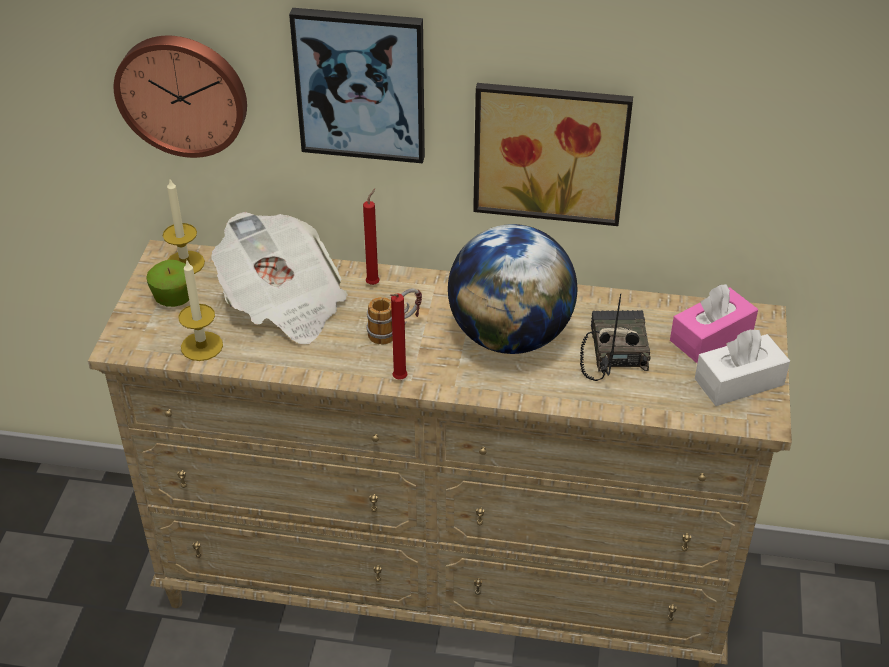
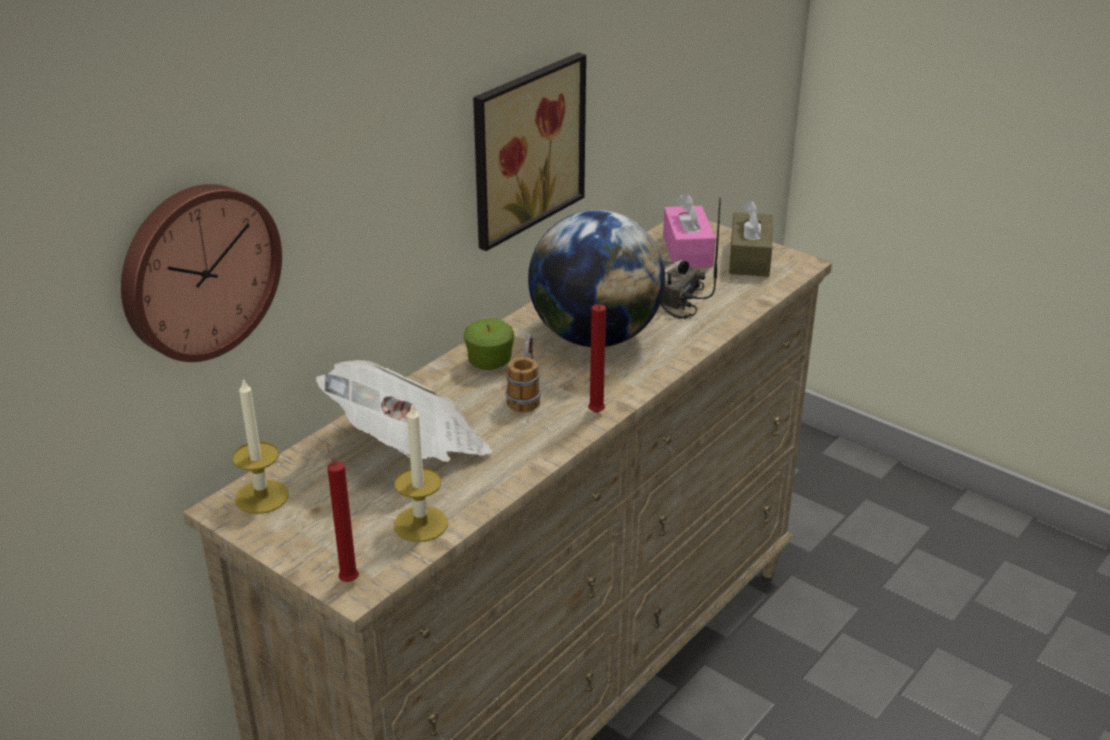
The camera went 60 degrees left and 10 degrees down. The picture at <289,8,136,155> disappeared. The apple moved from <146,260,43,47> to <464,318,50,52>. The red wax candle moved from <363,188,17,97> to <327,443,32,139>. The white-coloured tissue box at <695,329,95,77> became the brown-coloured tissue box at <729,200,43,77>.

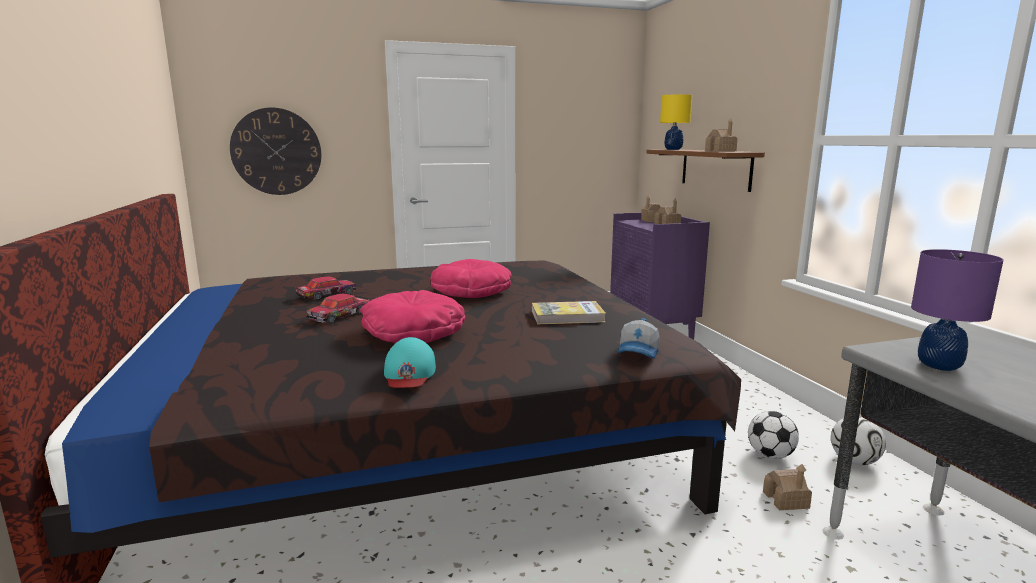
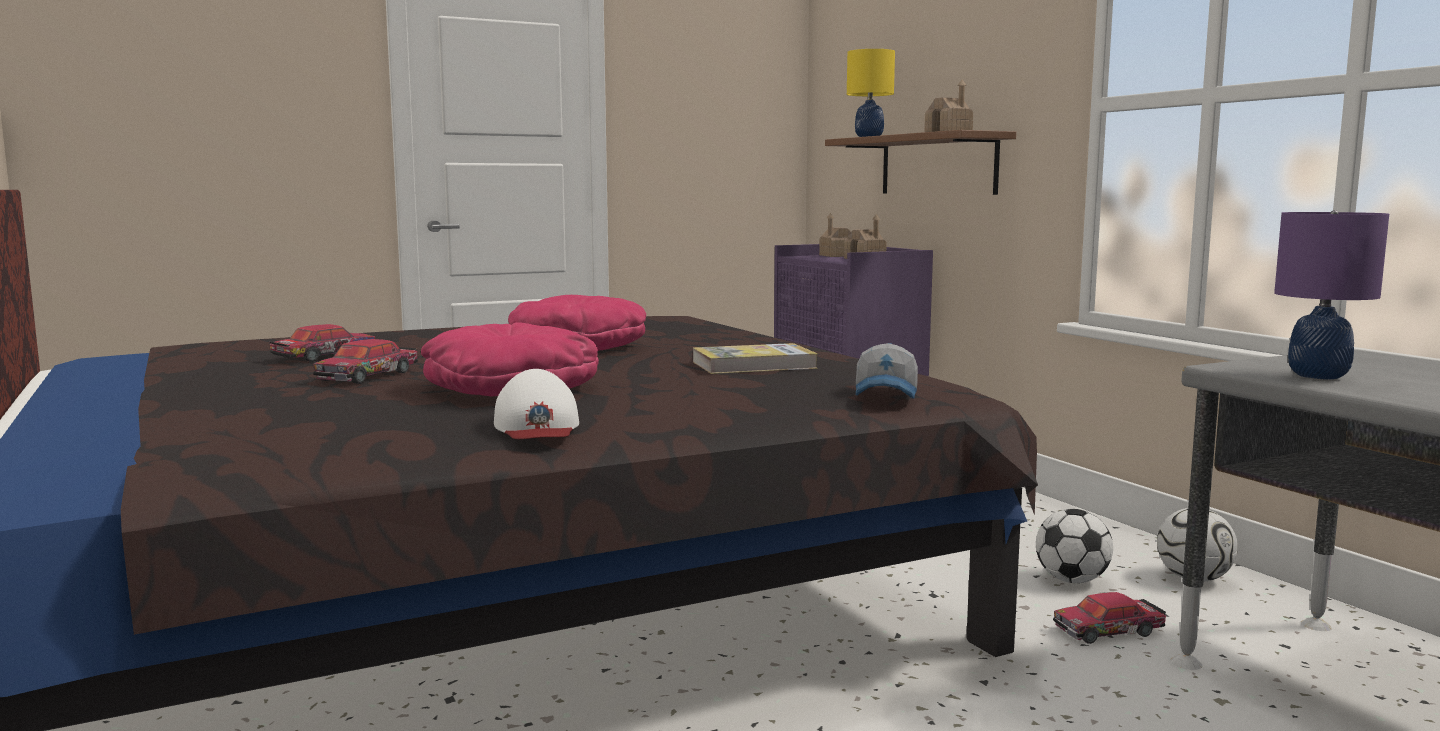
The camera went 10 degrees left and 5 degrees down. The wall clock at <230,108,91,87> disappeared. The model house at <763,464,49,46> was replaced by the miniature car at <1053,592,113,52>. The turquoise baseball cap at <384,337,52,51> became the white-coloured baseball cap at <494,369,85,70>.

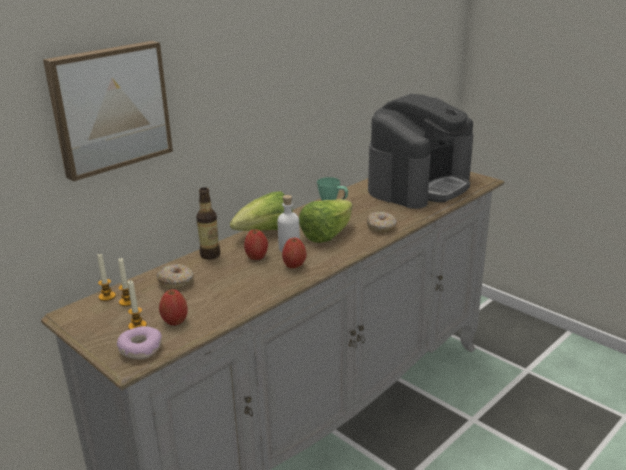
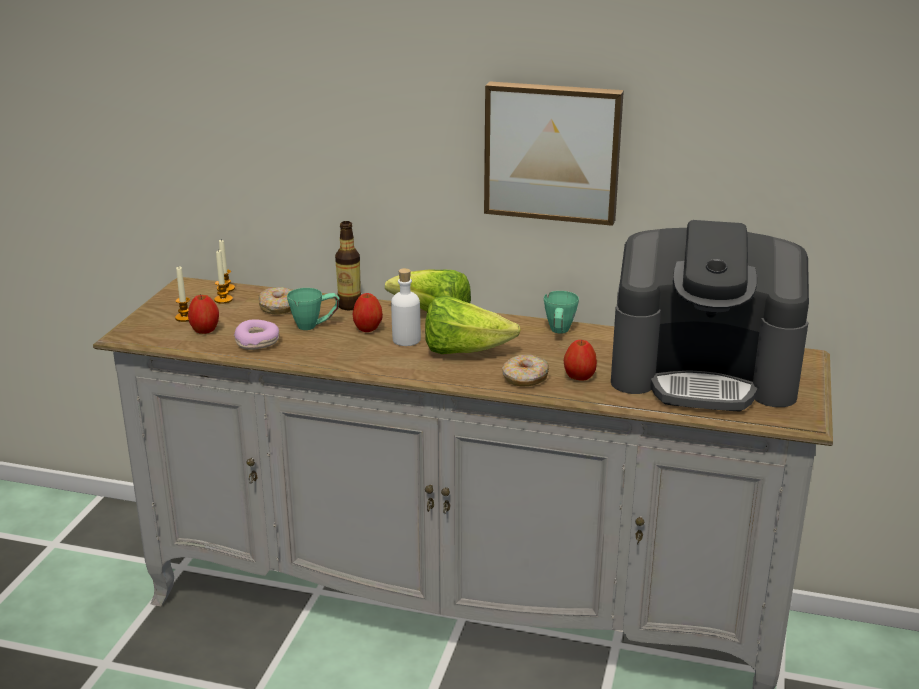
The camera went 60 degrees right and 0 degrees up. The green-coloured mug at <287,288,52,42> appeared. The picture moved from <43,41,130,141> to <484,81,140,145>. The donut moved from <117,326,45,33> to <234,319,45,31>. The apple moved from <282,238,25,30> to <564,340,33,41>.

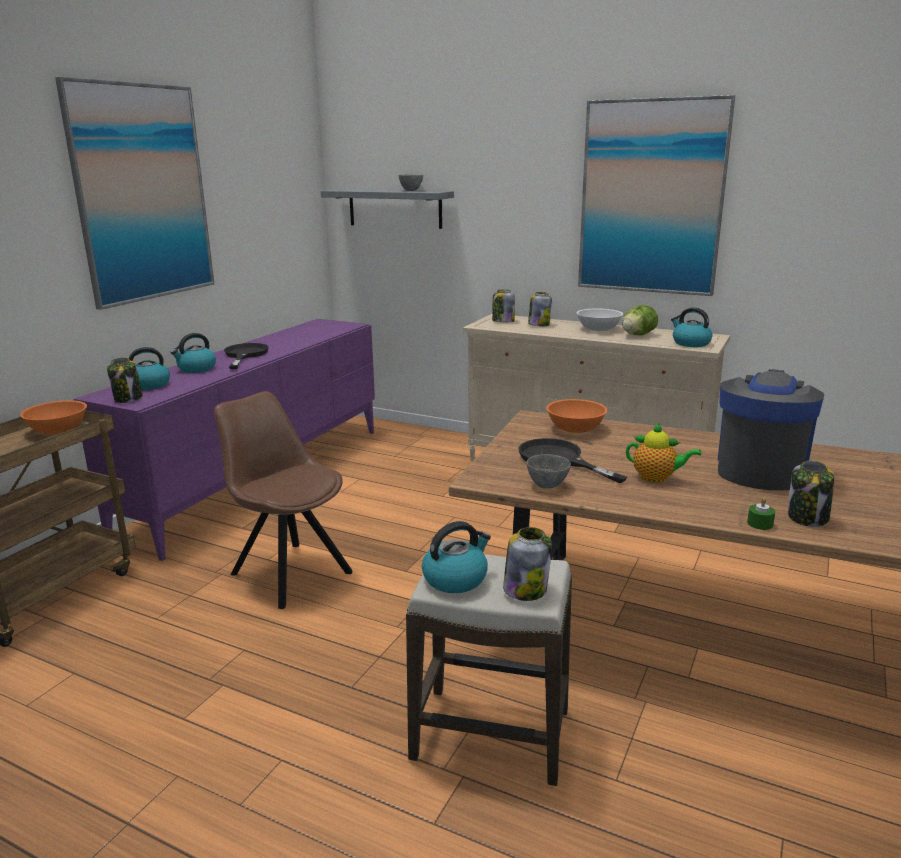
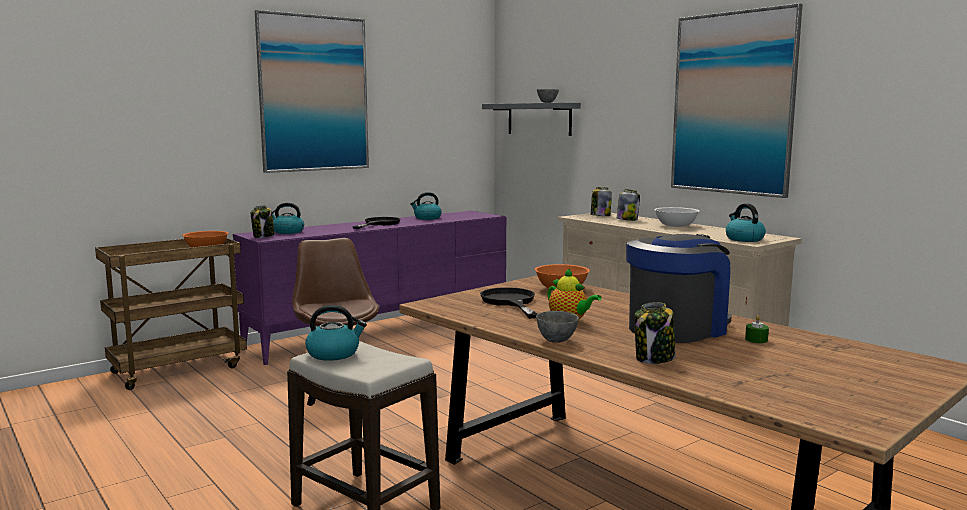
The camera went 25 degrees right and 10 degrees down. The storage jar at <503,527,49,74> disappeared. The lettuce at <622,305,36,30> disappeared. The kettle moved from <170,333,46,40> to <410,192,32,28>. The greyish serving bowl moved from <527,454,44,35> to <536,311,43,32>. The green-coloured wax candle moved from <747,498,29,32> to <745,315,24,28>.

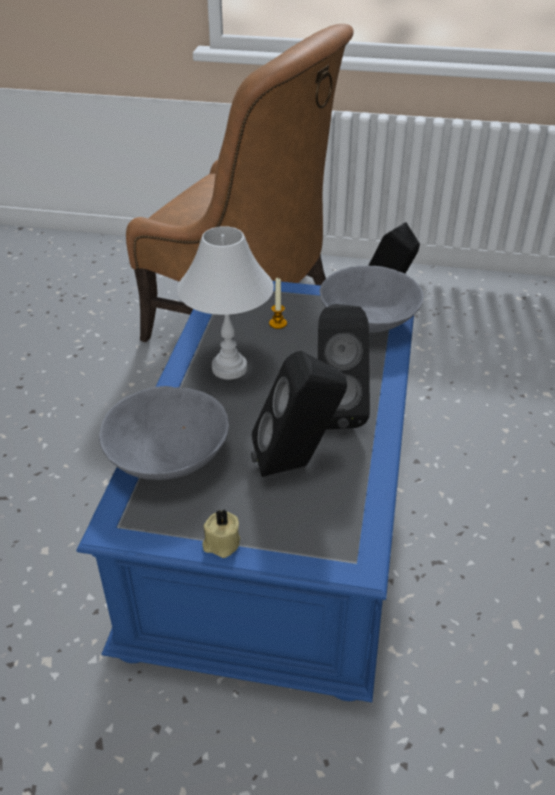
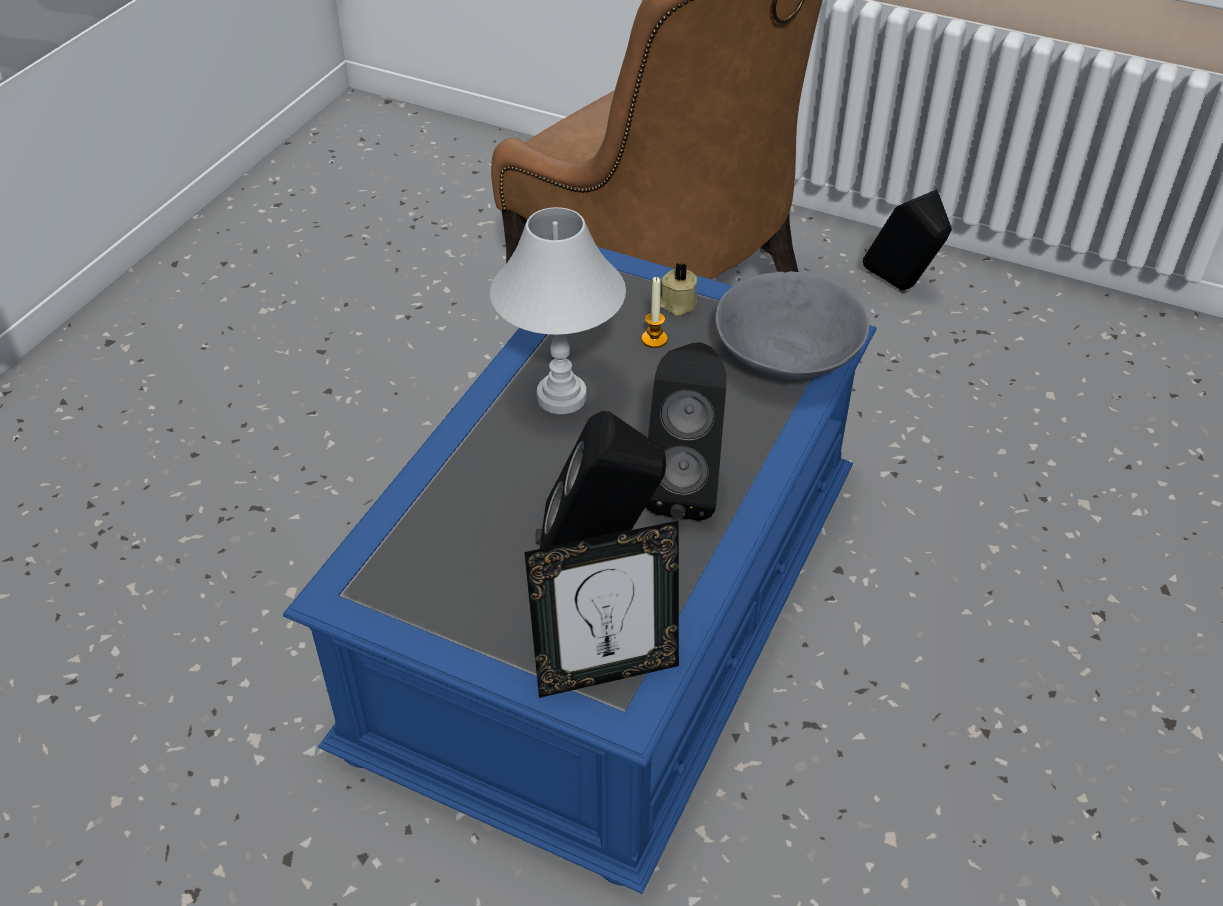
The camera went 15 degrees right and 5 degrees up. The greyish serving bowl at <99,386,130,94> disappeared. The standing frame at <524,520,155,178> appeared. The sand-coloured wax candle moved from <202,509,38,49> to <660,263,37,53>.

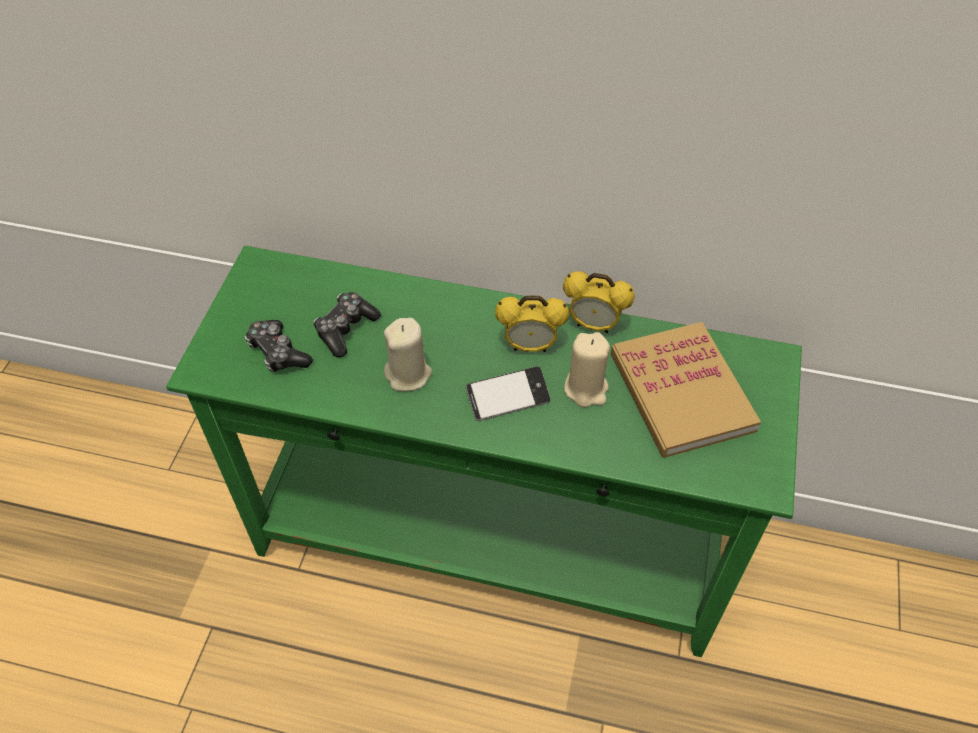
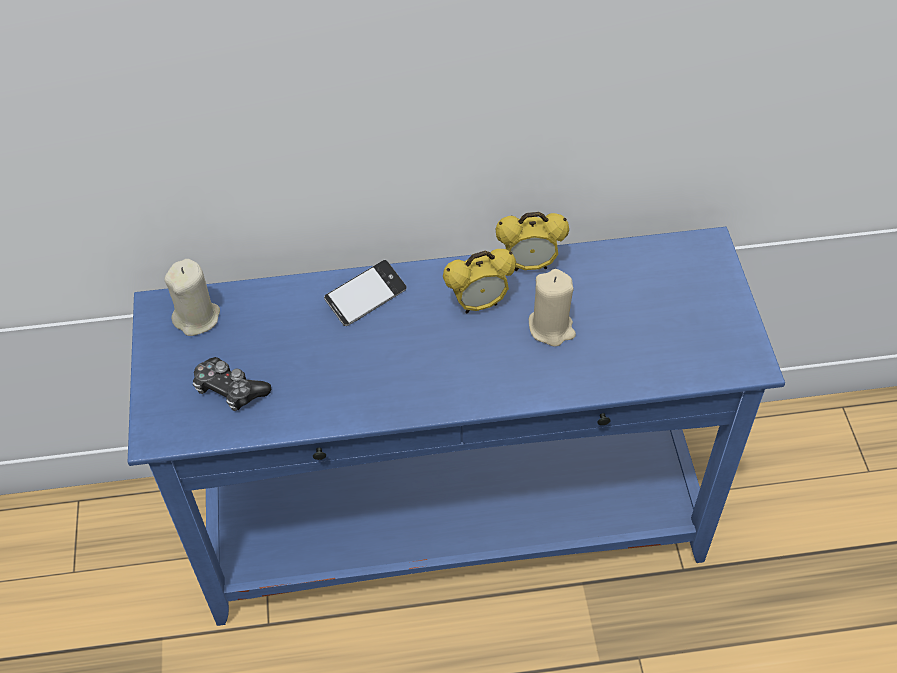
The camera went 20 degrees left and 0 degrees up. The gamepad at <313,292,68,65> disappeared. The volume at <611,322,150,136> disappeared. The sand-coloured wax candle moved from <384,318,48,73> to <164,259,56,77>. The phone moved from <466,366,85,55> to <324,260,83,66>. The green-coloured hall table at <166,246,636,411> became the blue-coloured hall table at <128,227,657,399>.

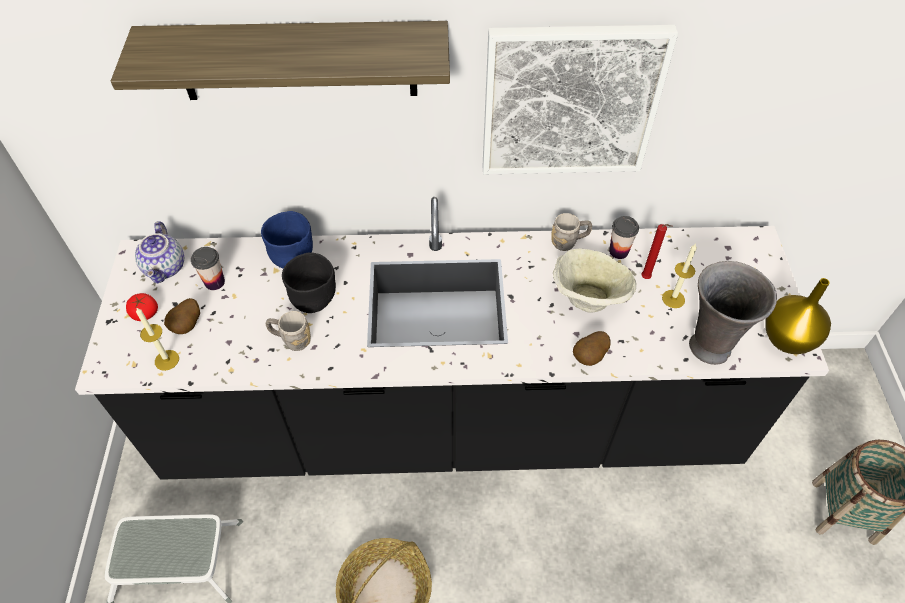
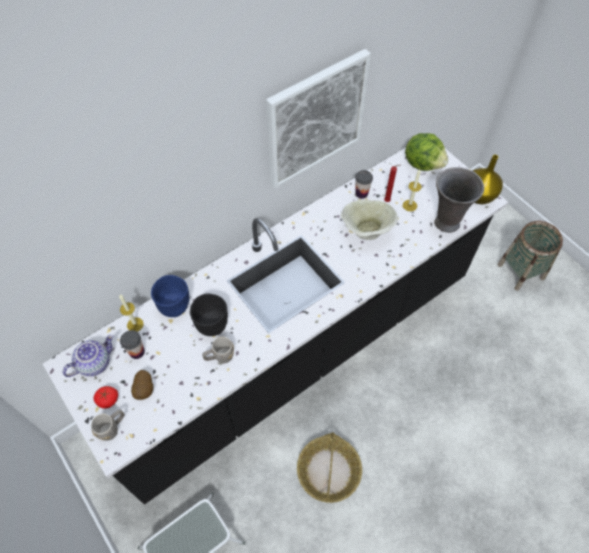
The camera went 35 degrees left and 5 degrees up. The bracket shelf at <111,21,339,79> disappeared. The potato at <573,331,38,35> disappeared. The lettuce at <405,133,43,38> appeared. The wax candle moved from <136,307,43,64> to <119,295,25,37>. The greyish mug moved from <551,213,41,38> to <91,410,33,31>. The pot for tea at <135,221,49,62> turned 90 degrees counterclockwise.

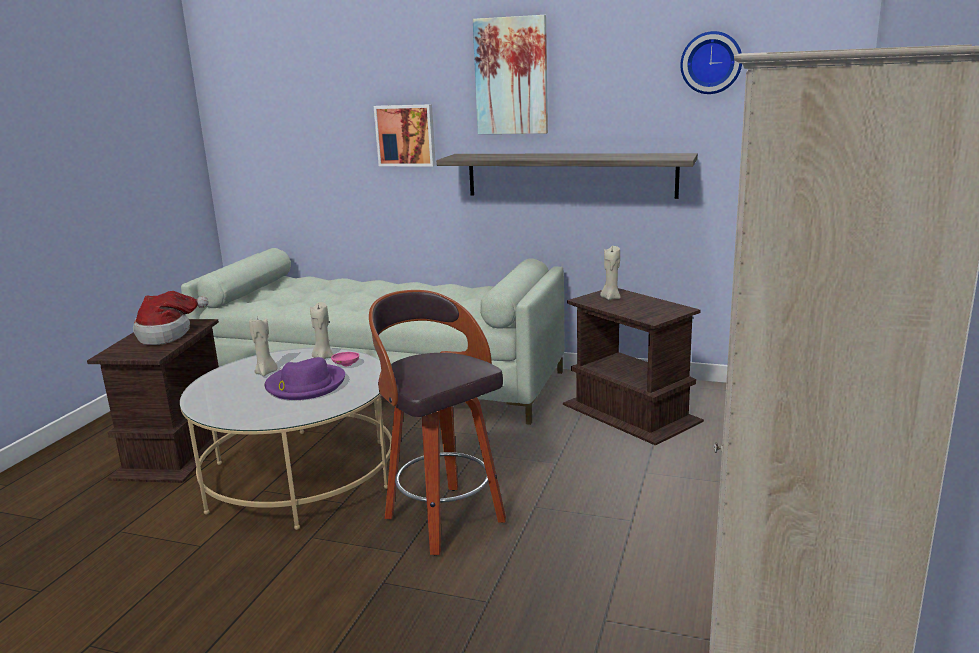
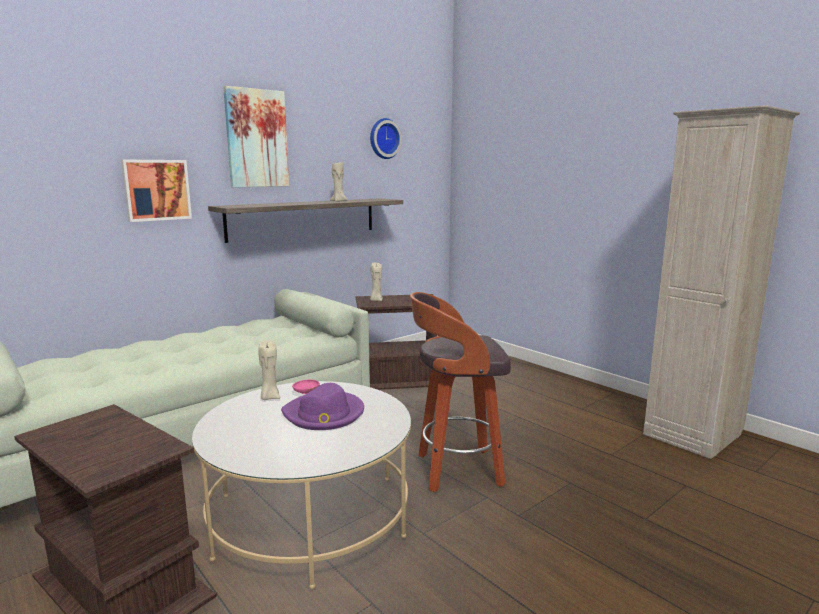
The camera went 60 degrees left and 5 degrees down. The clothing hat at <133,291,75,54> disappeared. The sand-coloured wax candle moved from <249,316,29,60> to <330,161,17,41>.

